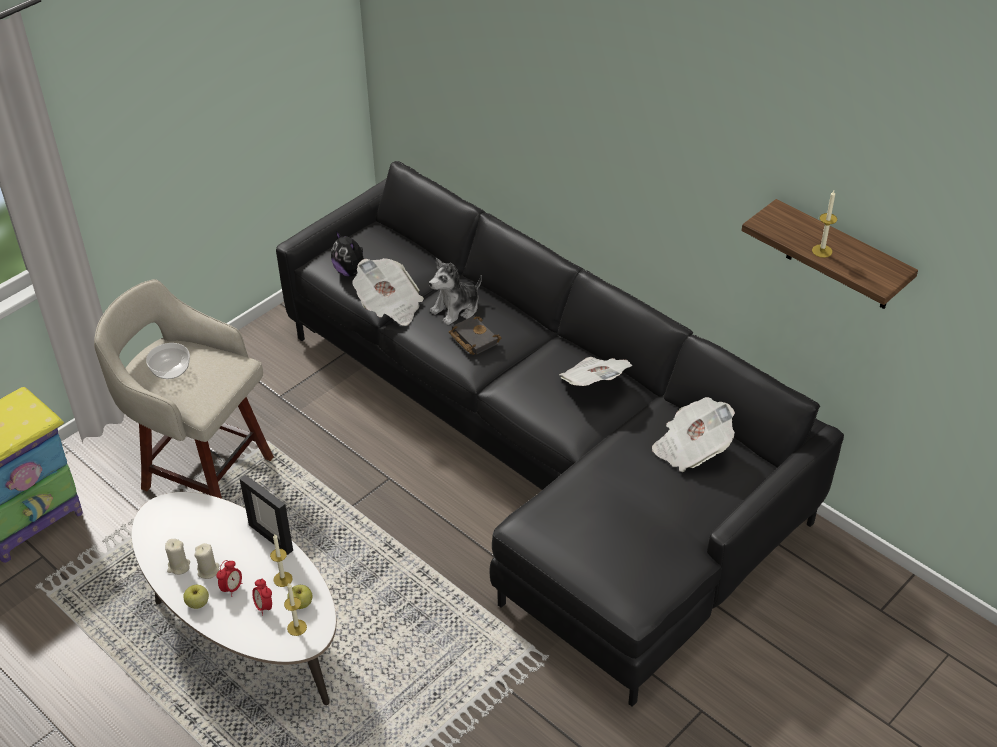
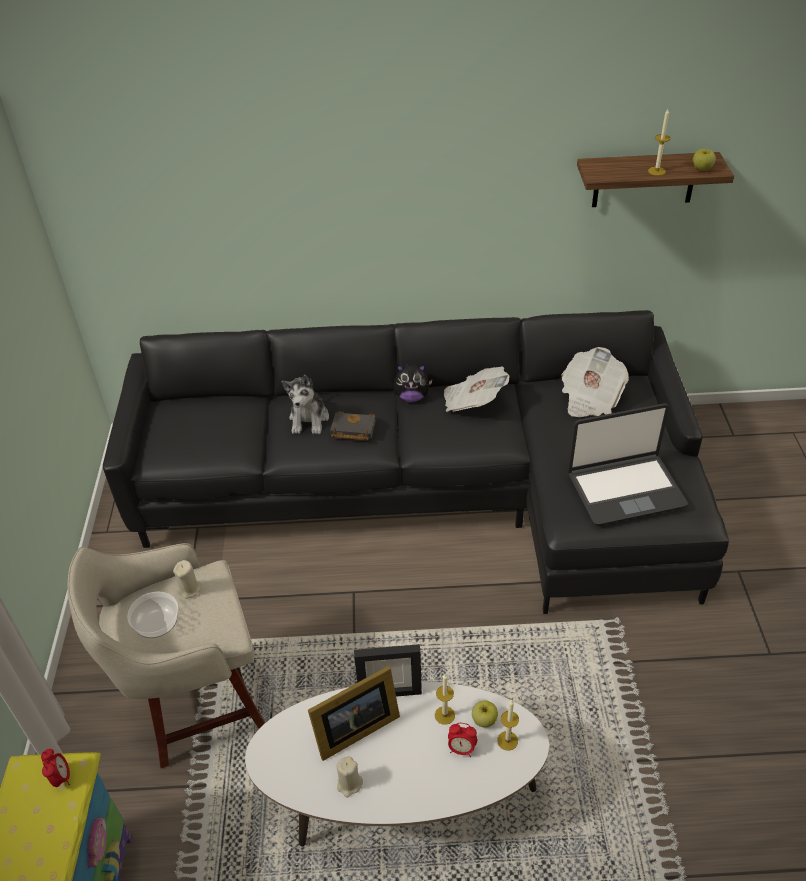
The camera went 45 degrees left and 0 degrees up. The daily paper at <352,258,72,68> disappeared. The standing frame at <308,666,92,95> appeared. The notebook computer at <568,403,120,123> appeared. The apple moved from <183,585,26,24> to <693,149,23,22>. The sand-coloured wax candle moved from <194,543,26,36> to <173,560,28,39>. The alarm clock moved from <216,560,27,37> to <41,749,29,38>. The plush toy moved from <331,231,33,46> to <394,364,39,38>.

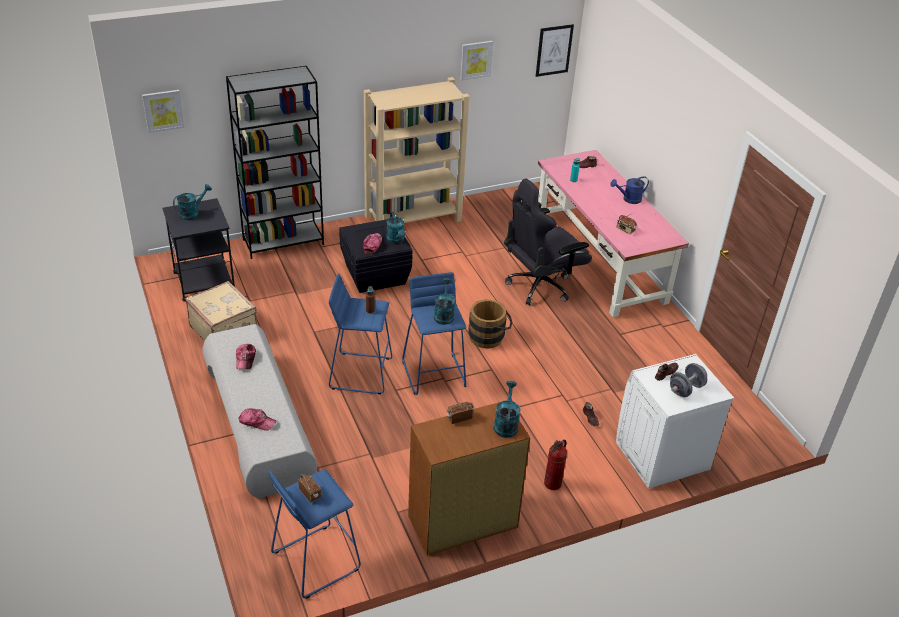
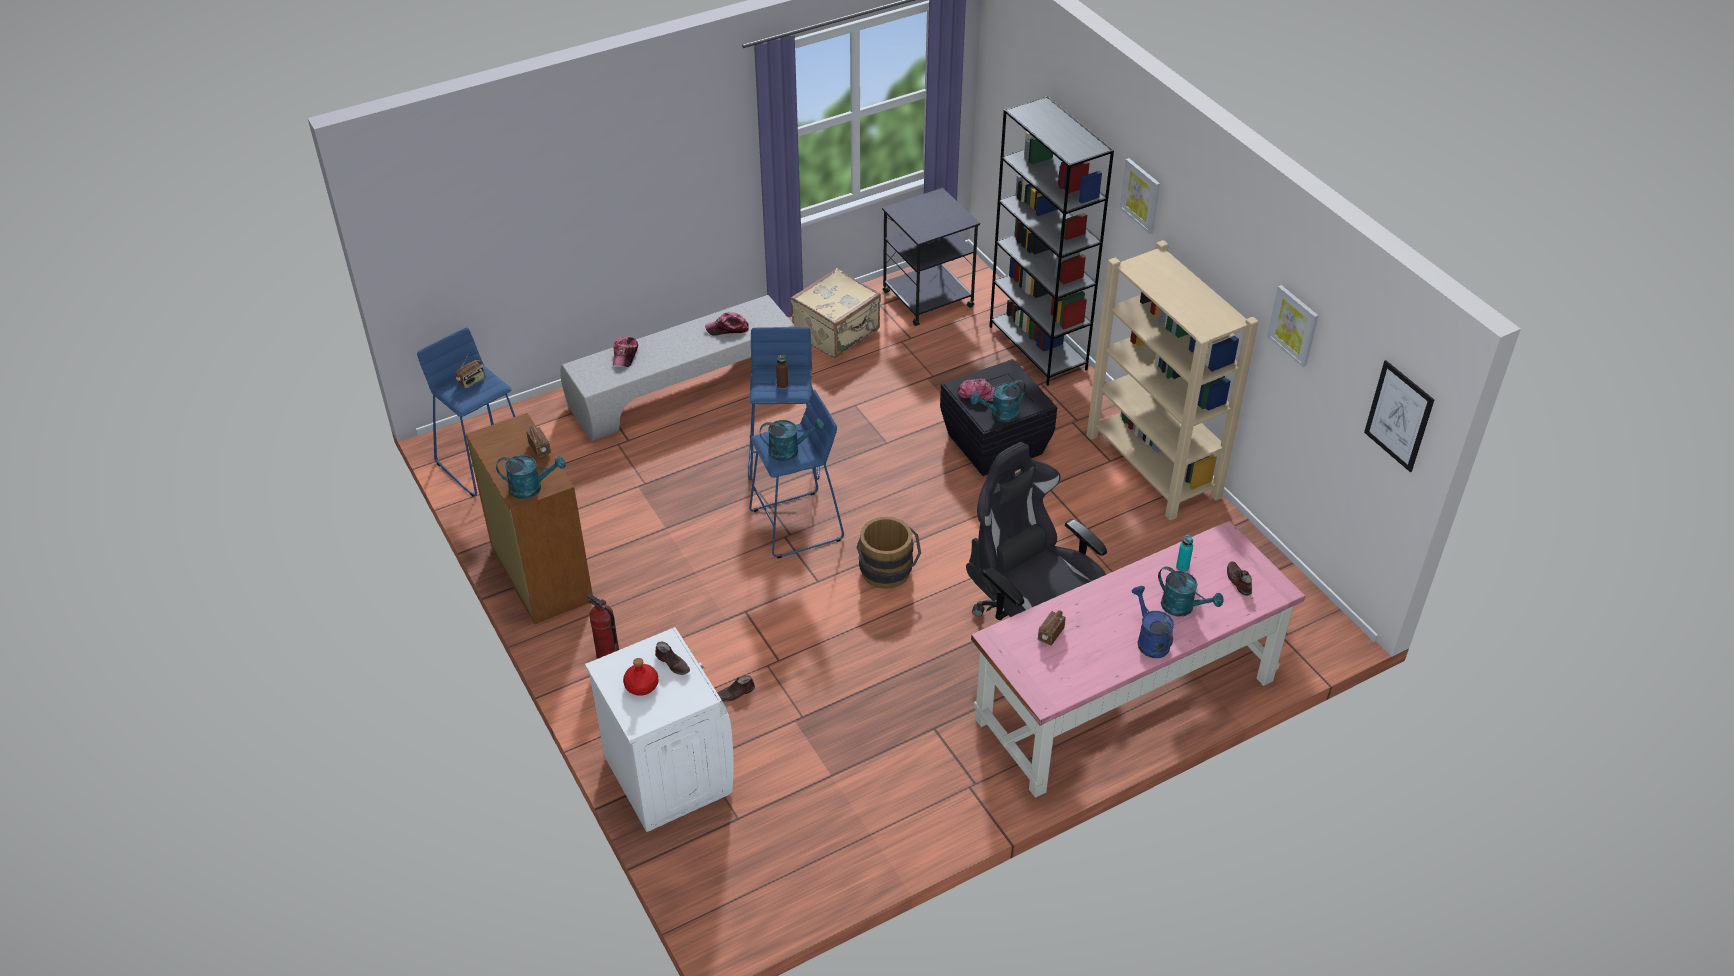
The camera went 85 degrees right and 5 degrees up. The picture moved from <142,90,42,43> to <1120,158,40,76>. The turquoise watering can moved from <173,184,39,36> to <1158,566,65,50>. The greyish hand weight at <670,363,37,34> was replaced by the red beverage bottle at <623,658,35,38>.

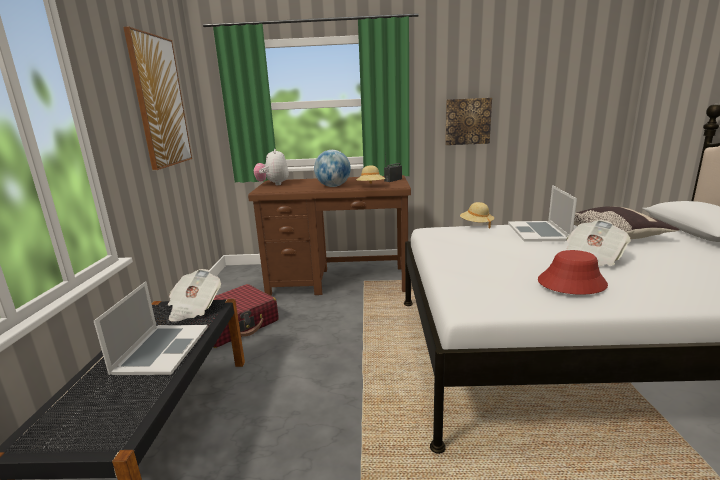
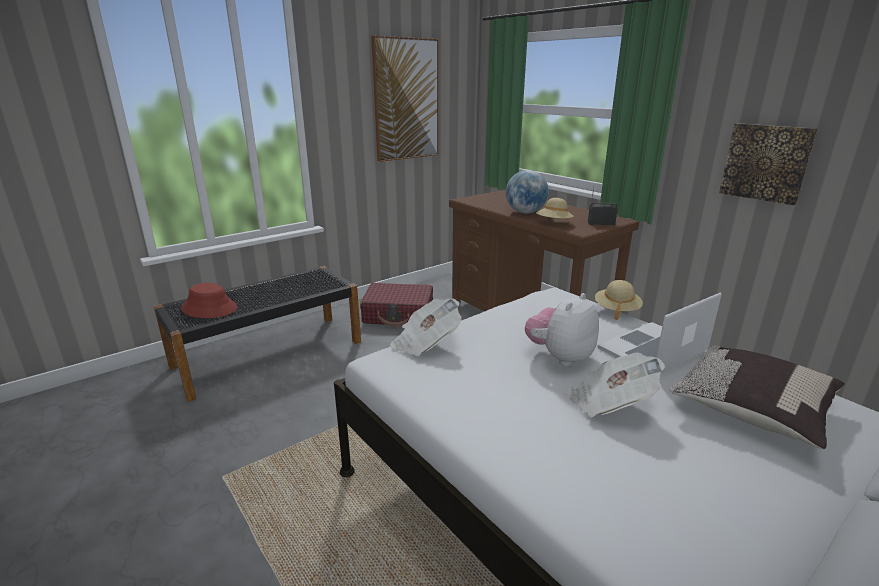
The camera went 50 degrees right and 5 degrees up. The notebook computer at <94,281,114,94> disappeared. The daily paper moved from <167,269,54,53> to <390,298,71,59>. The plush toy moved from <254,149,35,36> to <525,293,74,73>. The red clothing hat moved from <538,250,70,45> to <181,283,57,35>.

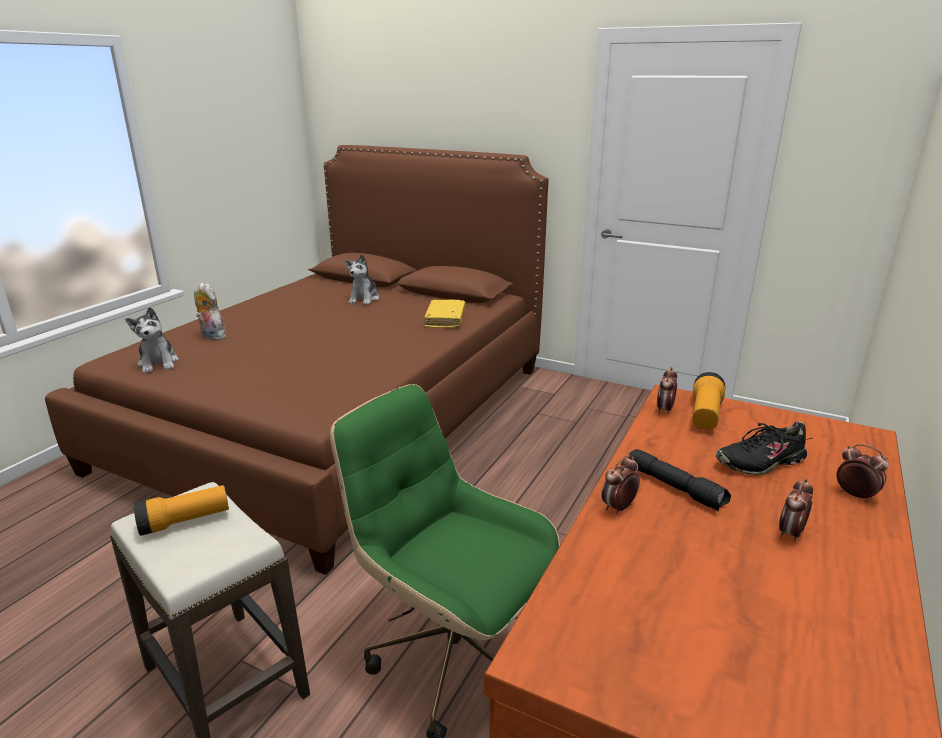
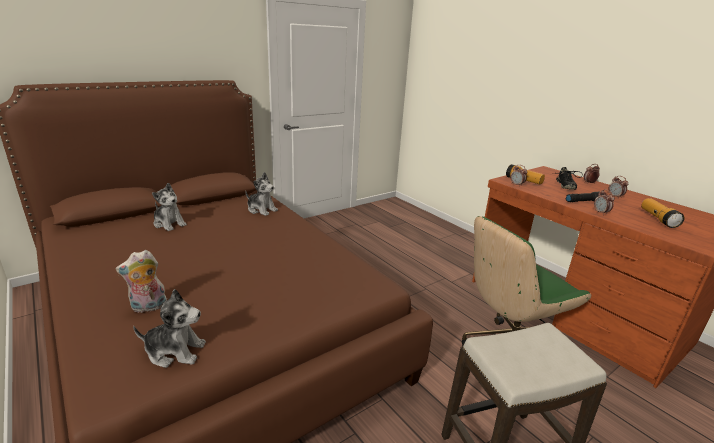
The camera went 65 degrees left and 0 degrees up. The flashlight moved from <134,485,95,51> to <641,198,43,30>. The yellow volume at <424,300,41,27> was replaced by the plush toy at <245,172,33,44>.

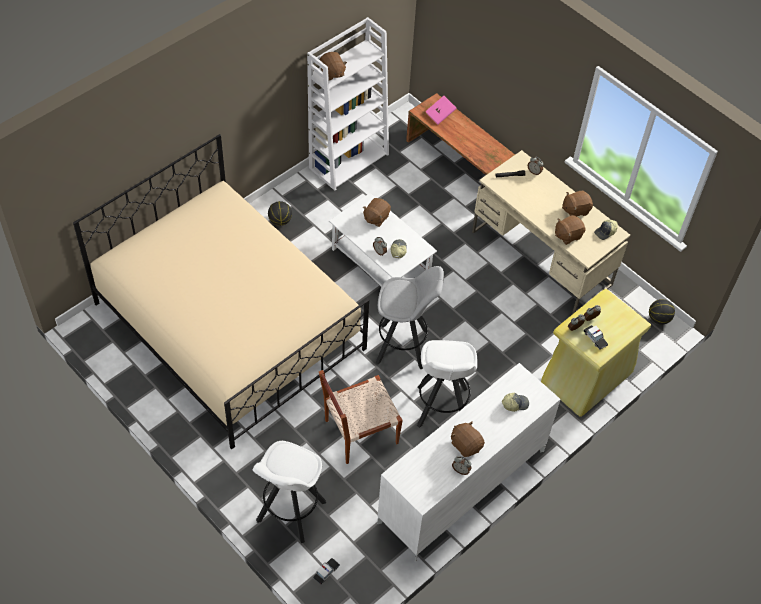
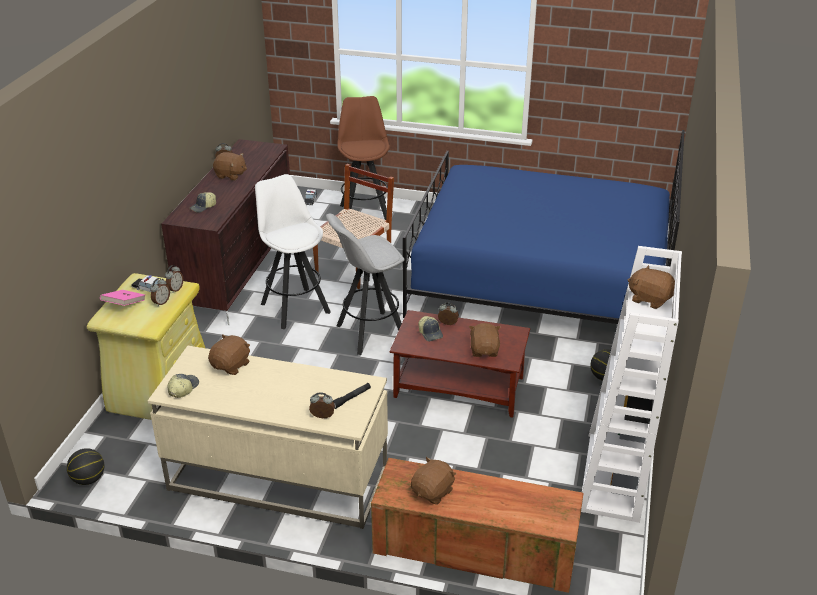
The camera went 150 degrees right and 20 degrees down. The pink-coloured volume moved from <426,96,31,28> to <100,290,45,16>. The brown-coloured plush toy moved from <562,190,31,26> to <411,457,45,47>. The sand-coloured bed at <73,134,296,316> became the blue-coloured bed at <403,130,282,194>. The white-coloured sitting stool at <253,441,73,102> became the brown-coloured sitting stool at <337,96,53,124>. The white-coloured coffee table at <329,193,108,94> became the brown-coloured coffee table at <389,310,141,108>. The white-coloured drawer chest at <377,363,184,199> became the brown-coloured drawer chest at <161,139,129,186>.

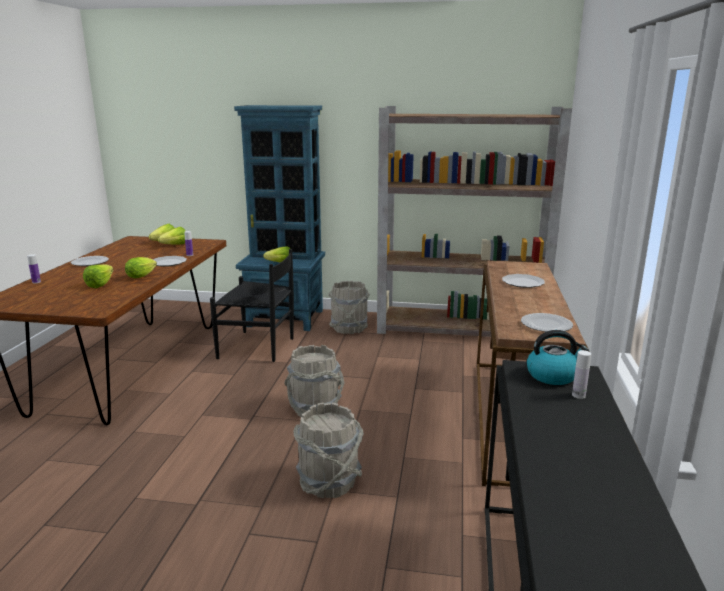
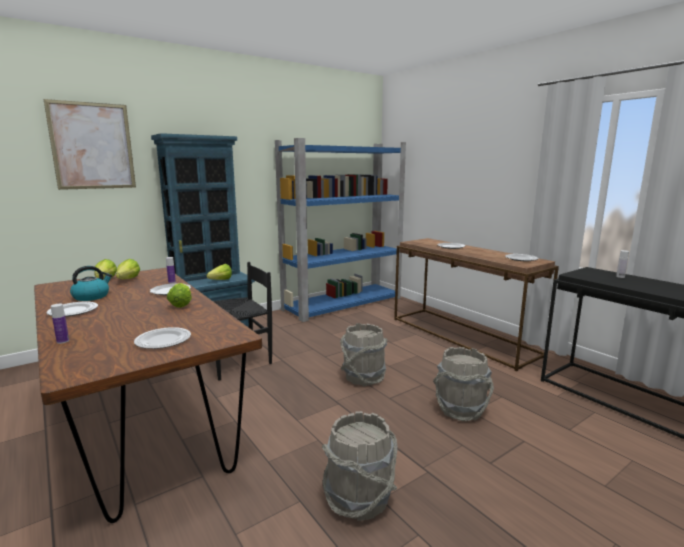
The camera went 45 degrees left and 5 degrees down. The lettuce at <83,264,30,24> disappeared. The picture at <43,99,93,91> appeared. The plate at <134,327,57,22> appeared. The greyish pail moved from <328,281,42,53> to <322,411,76,110>. The kettle moved from <527,330,62,55> to <70,266,42,35>. The brown-coloured bookcase at <377,106,195,231> became the blue-coloured bookcase at <275,138,131,184>.

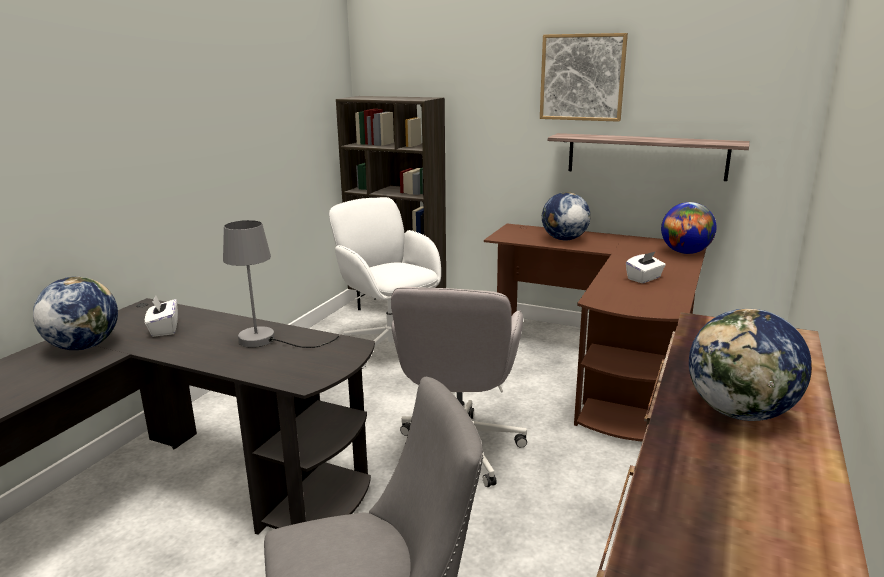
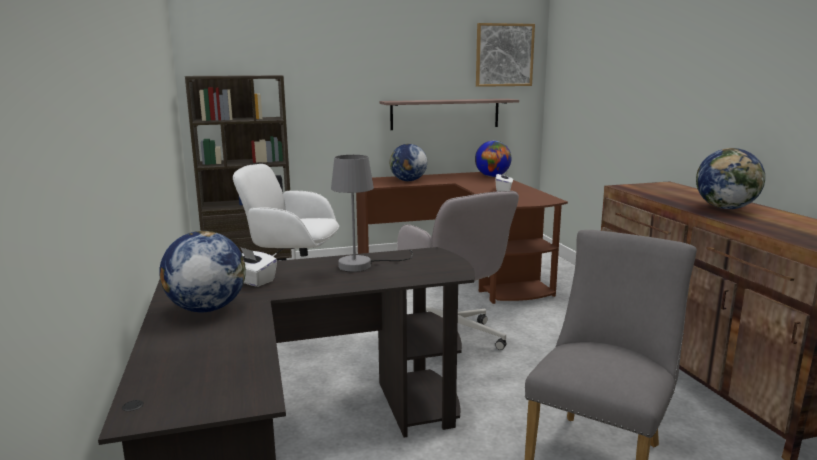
The camera went 40 degrees left and 5 degrees down. The picture moved from <540,33,88,89> to <476,23,59,64>.

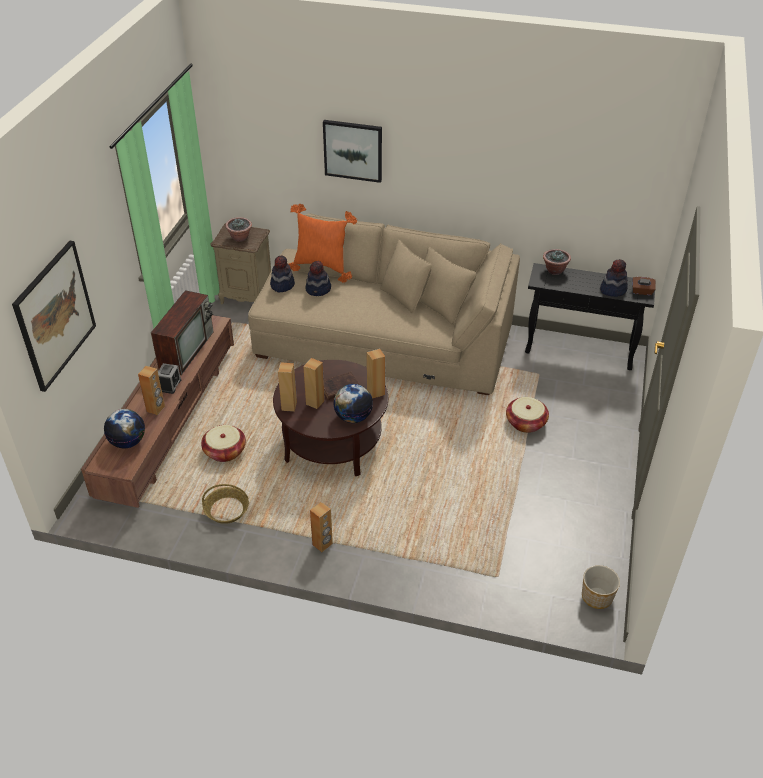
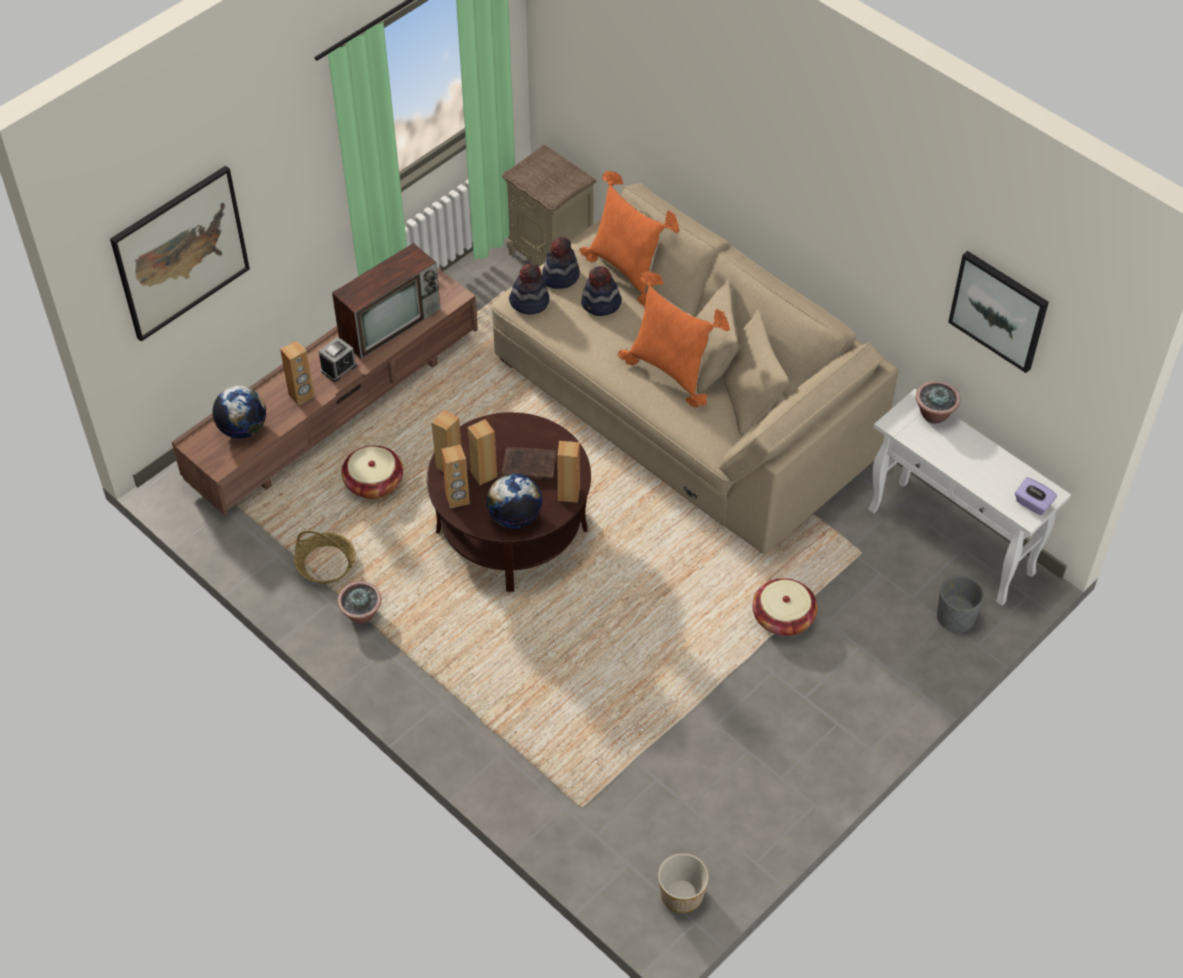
The camera went 30 degrees right and 10 degrees up. The orange-coloured pillow at <617,271,113,138> appeared. The greyish plant pot at <937,575,47,58> appeared. The houseplant moved from <225,217,27,25> to <337,581,45,42>. The brown-coloured speaker moved from <310,502,23,50> to <441,444,29,64>. The picture moved from <323,120,59,63> to <948,251,101,122>. The clothing hat moved from <600,259,28,38> to <509,264,40,50>. The blackish hall table at <525,263,131,107> became the white-coloured hall table at <868,389,203,217>. The brown-coloured tissue box at <632,277,24,18> became the purplish tissue box at <1015,477,42,38>.

